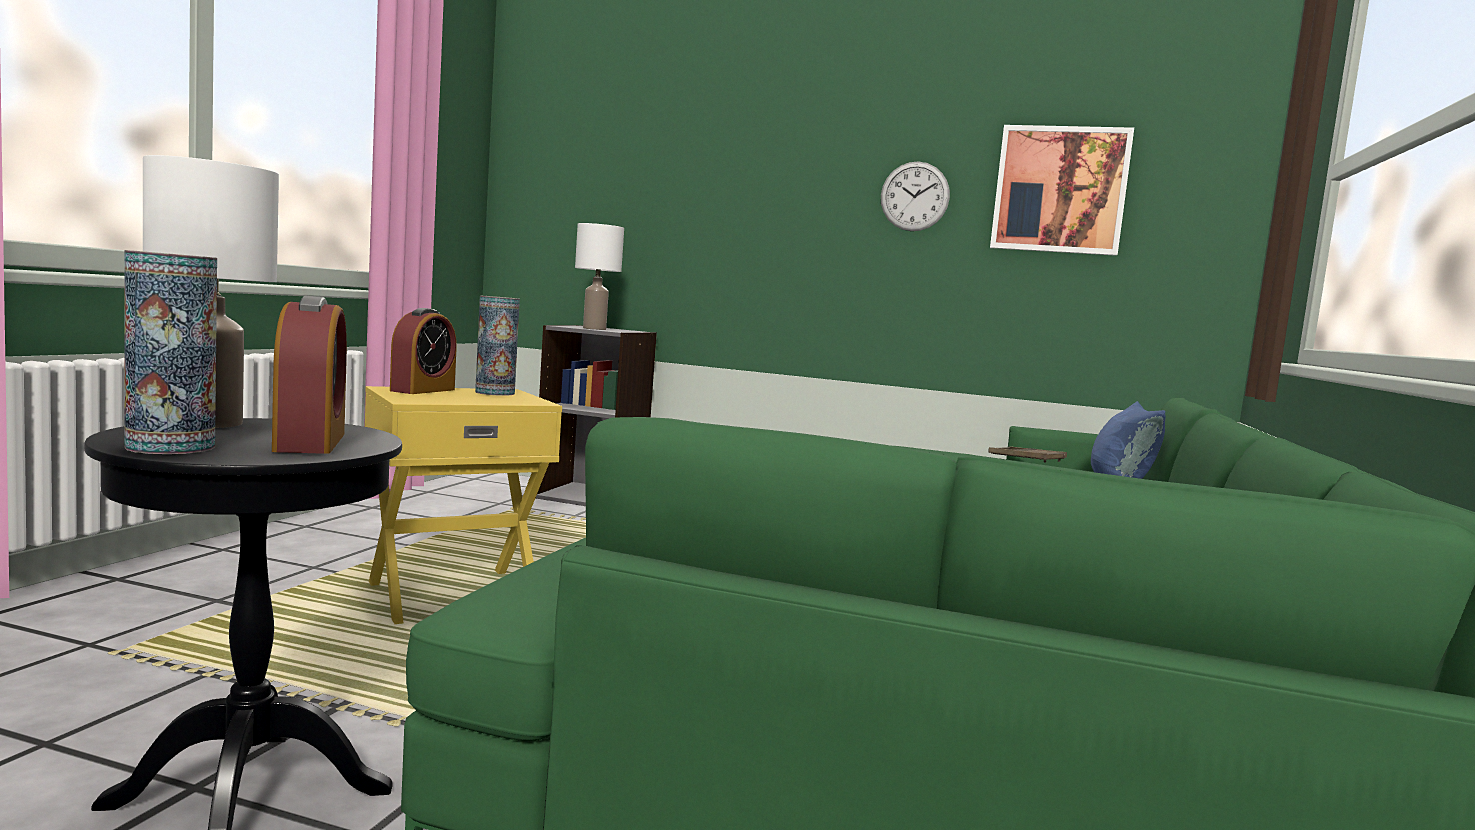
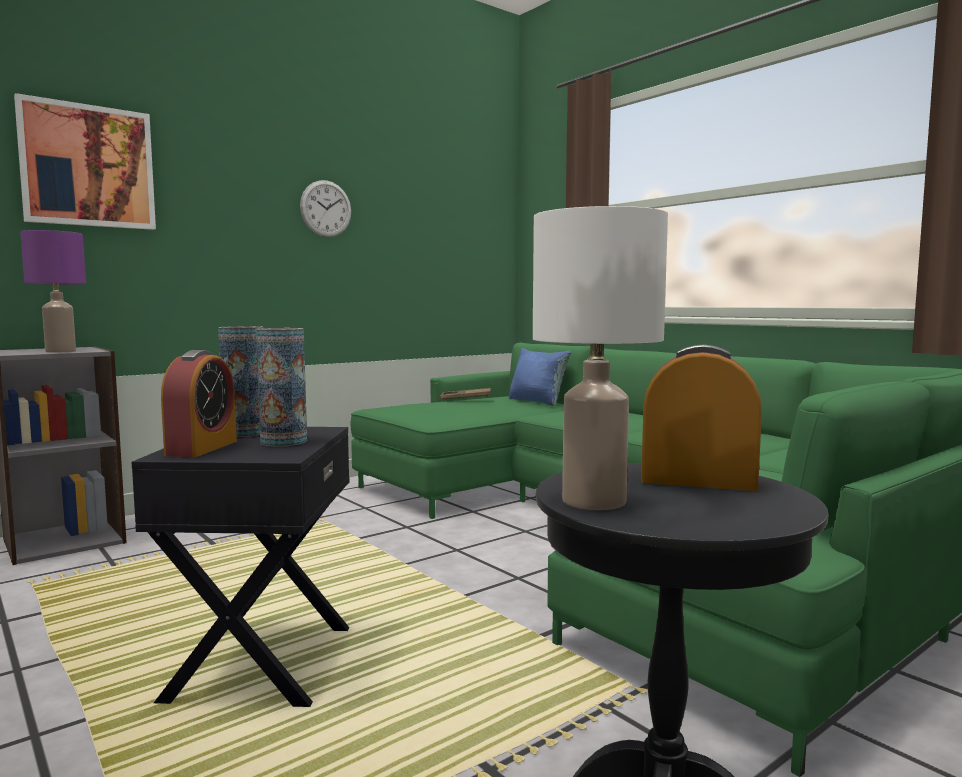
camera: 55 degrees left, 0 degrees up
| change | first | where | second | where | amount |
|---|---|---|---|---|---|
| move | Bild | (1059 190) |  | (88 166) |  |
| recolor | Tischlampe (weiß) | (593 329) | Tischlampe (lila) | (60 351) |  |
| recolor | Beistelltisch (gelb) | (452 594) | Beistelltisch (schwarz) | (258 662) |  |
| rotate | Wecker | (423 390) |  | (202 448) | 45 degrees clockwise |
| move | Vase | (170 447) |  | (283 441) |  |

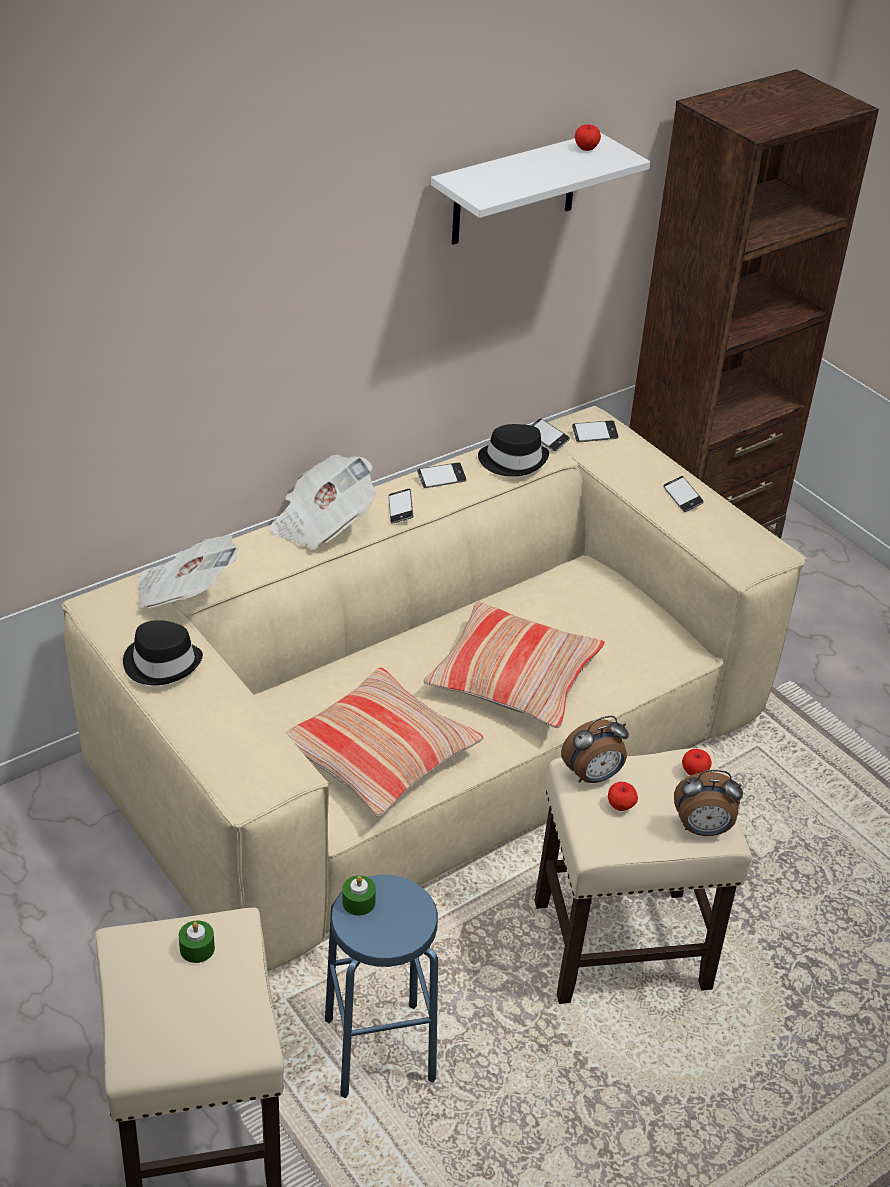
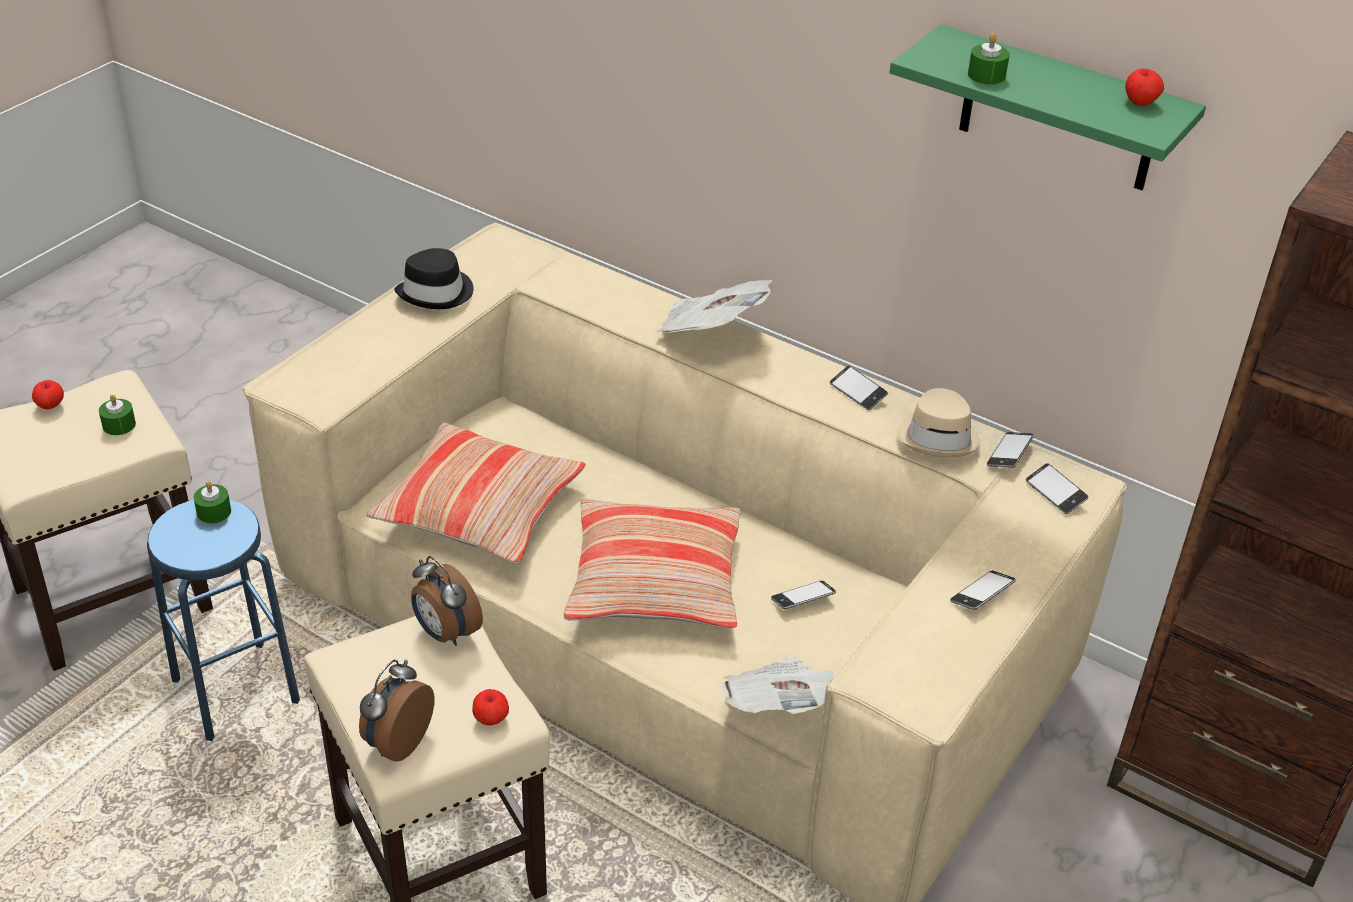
camera: 70 degrees right, 0 degrees up
| change | first | where | second | where | amount |
|---|---|---|---|---|---|
| move | Apfel | (620 806) |  | (50 406) |  |
| rotate | Wecker | (702 829) |  | (396 742) | 45 degrees clockwise |
| move | Zeitung | (185 594) |  | (782 709) |  |
| move | Handy | (400 509) |  | (803 599) |  |
| recolor | Wandregal (weiß) | (514 190) | Wandregal (grün) | (1059 111) |  |
| recolor | Hut (schwarz) | (513 460) | Hut (beige) | (938 437) |  |
| insert |  |  | Kerze (grün) | (986 75) |  |

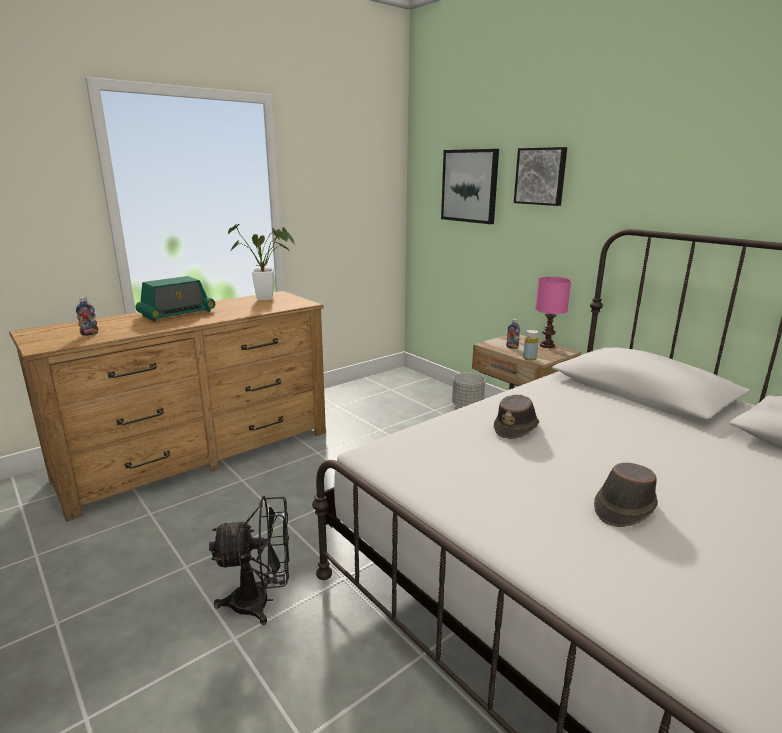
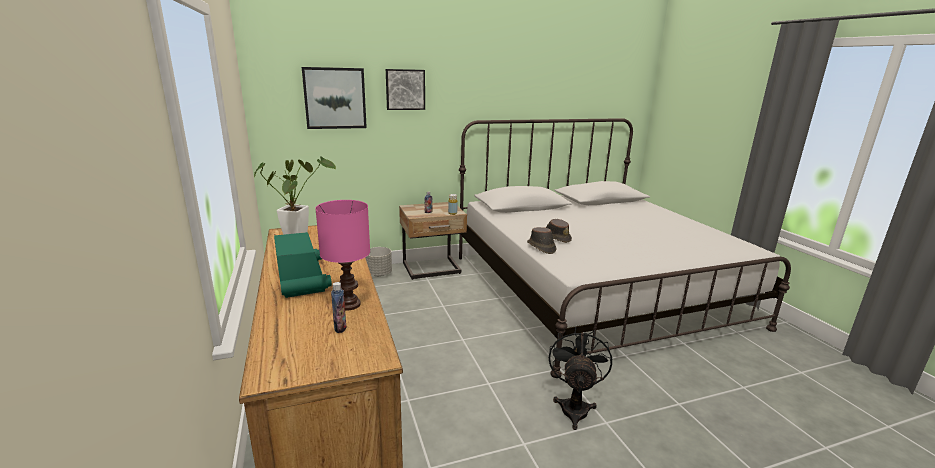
camera: 70 degrees left, 0 degrees up
| change | first | where | second | where | amount |
|---|---|---|---|---|---|
| move | Tischlampe (rosa) | (546 345) |  | (348 305) |  |
| move | Hut (braun) | (623 508) |  | (541 247) |  |

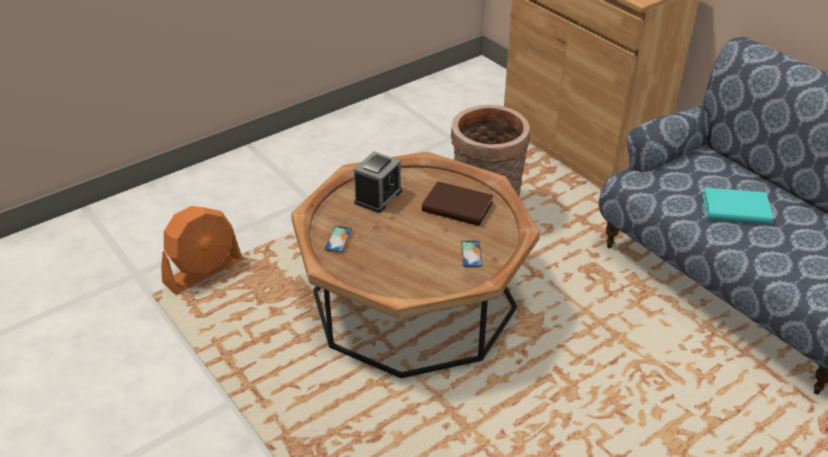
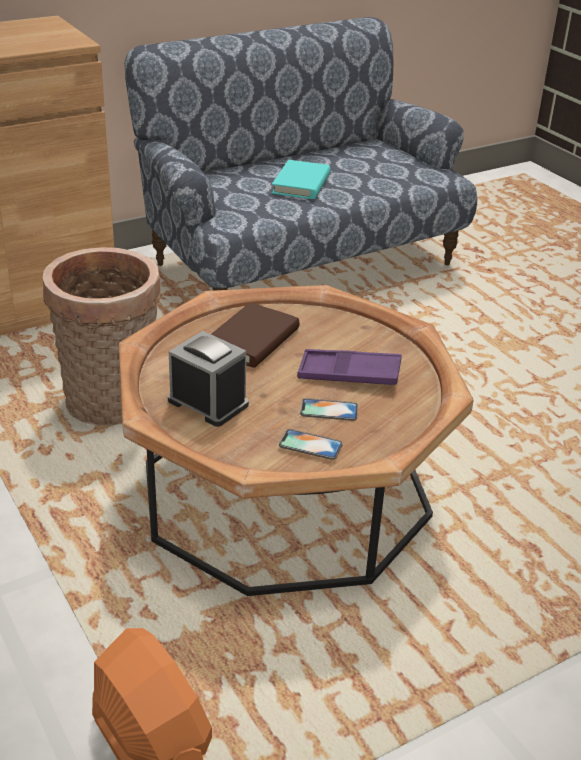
camera: 85 degrees left, 5 degrees down
| change | first | where | second | where | amount |
|---|---|---|---|---|---|
| insert |  |  | Tablett (lila) | (349 374) |  |
| move | Handy | (471 254) |  | (329 410) |  |

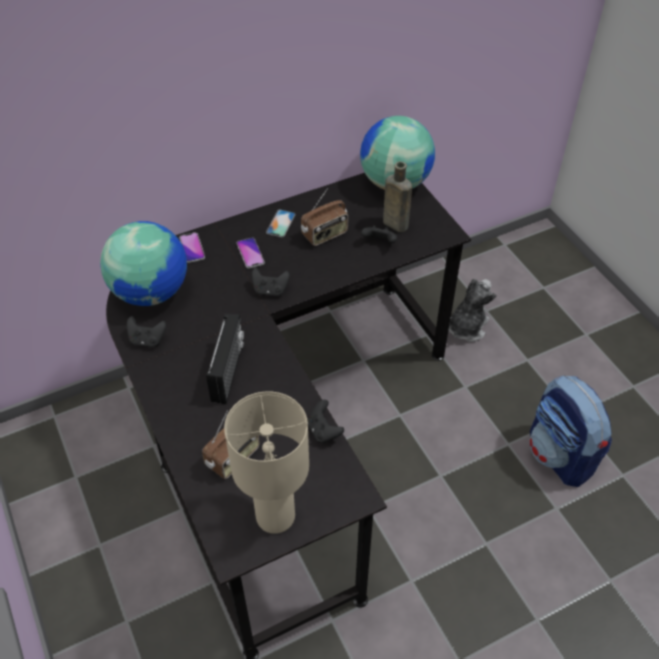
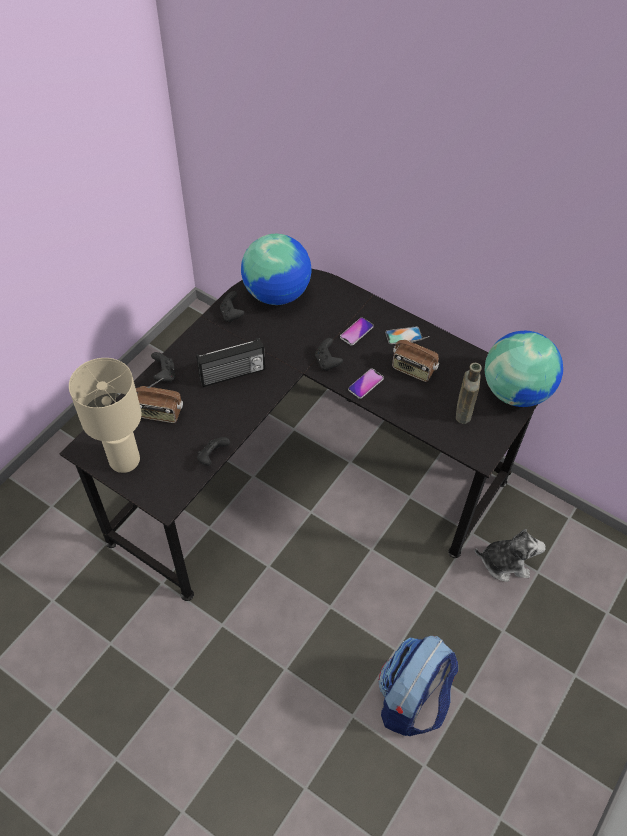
camera: 60 degrees right, 5 degrees up
| change | first | where | second | where | amount |
|---|---|---|---|---|---|
| move | Gamepad (schwarz) | (379 243) |  | (164 375) |  |
| move | Handy | (192 248) |  | (365 384) |  |

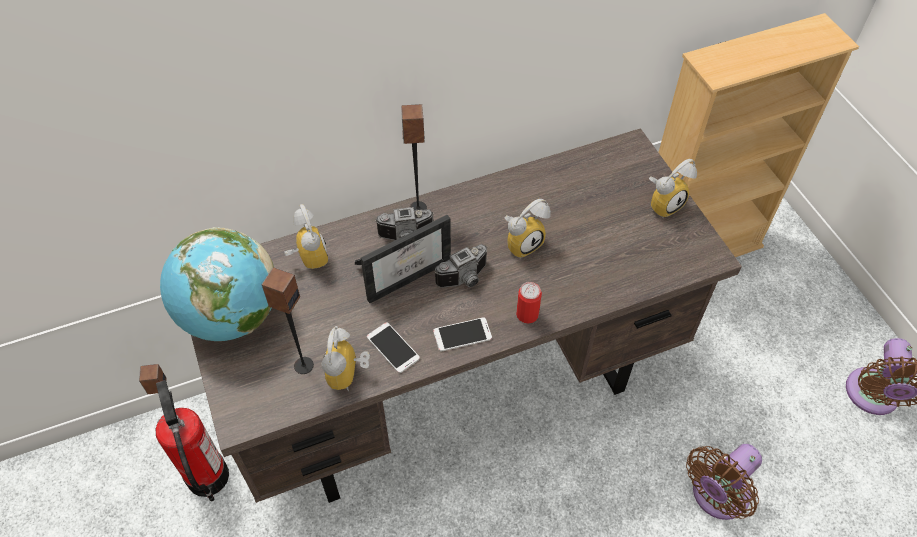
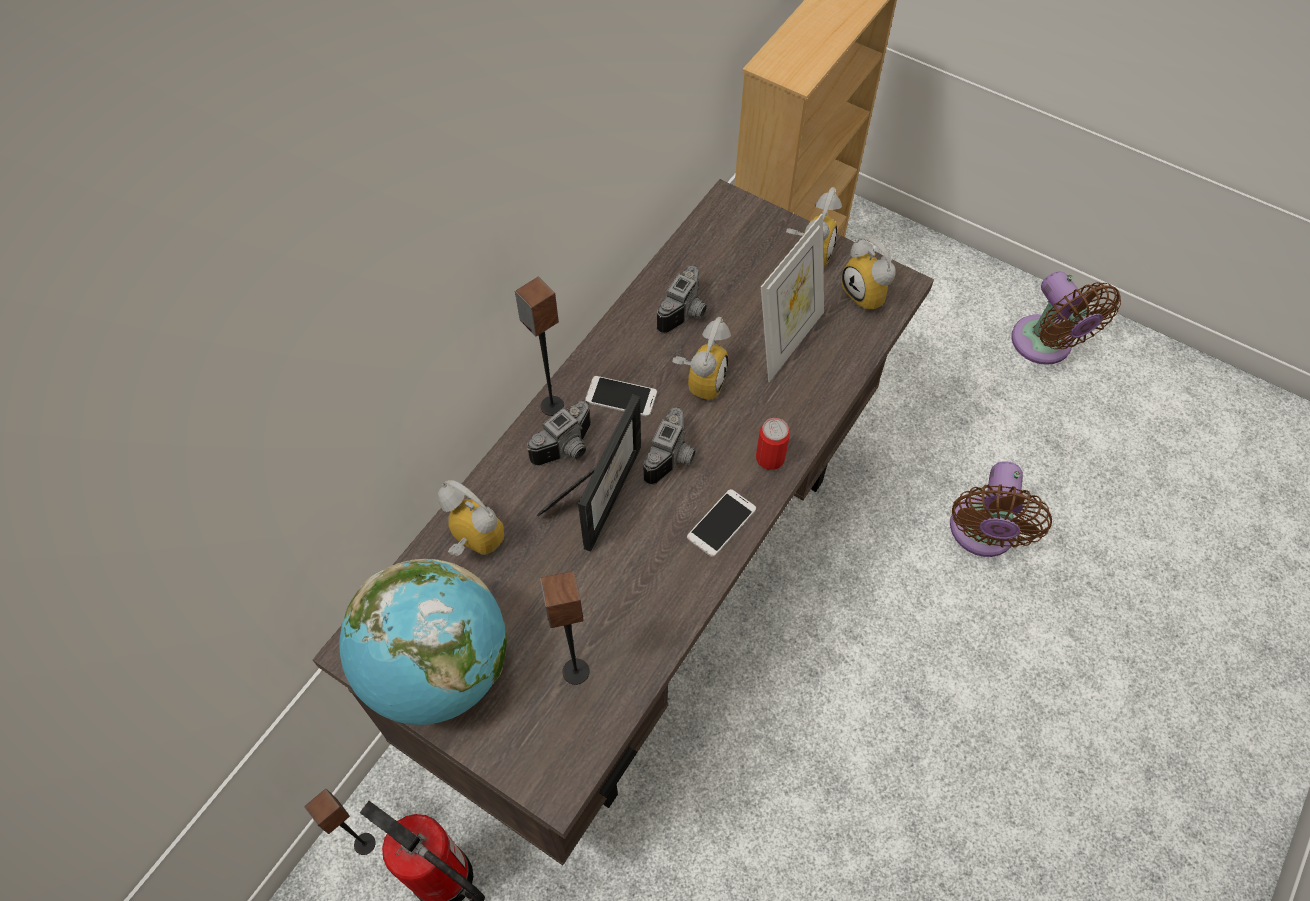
camera: 35 degrees left, 5 degrees up
| change | first | where | second | where | amount |
|---|---|---|---|---|---|
| move | Handy | (393 347) |  | (621 396) |  |
| insert |  |  | Kamera | (687 313) |  |
| insert |  |  | Bilderrahmen | (787 341) |  |
| move | Wecker | (348 375) |  | (869 294) |  |

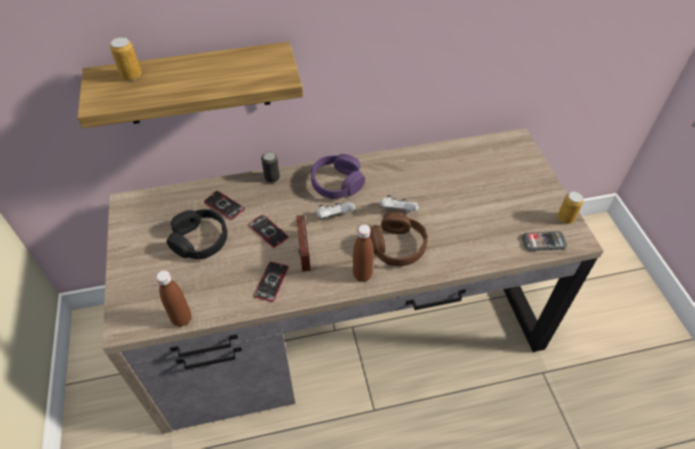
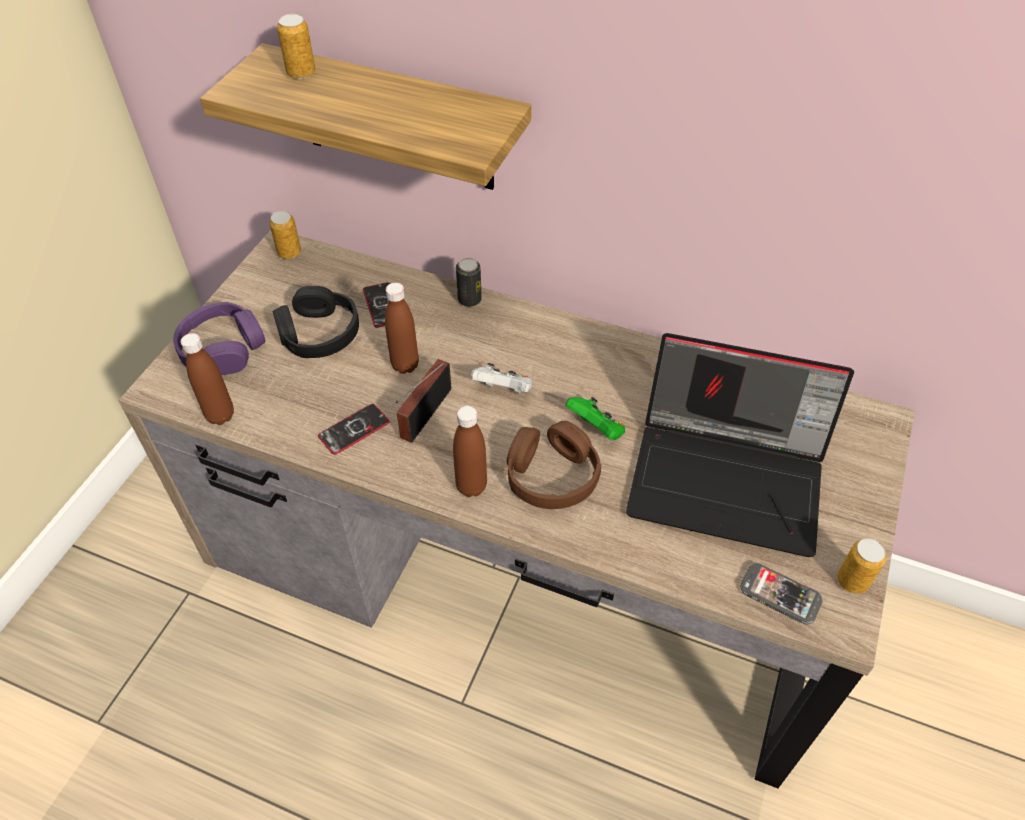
camera: 35 degrees right, 0 degrees up
| change | first | where | second | where | amount |
|---|---|---|---|---|---|
| move | Kopfhörer (lila) | (337 183) |  | (223 348) |  |
| insert |  |  | Dose | (289 253) |  |
| replace | Handy | (268 231) | Flasche (braun) | (405 365) |  |
| recolor | Gamepad (weiß) | (398 211) | Gamepad (grün) | (596 429) |  |
| insert |  |  | Laptop | (729 478) |  |

